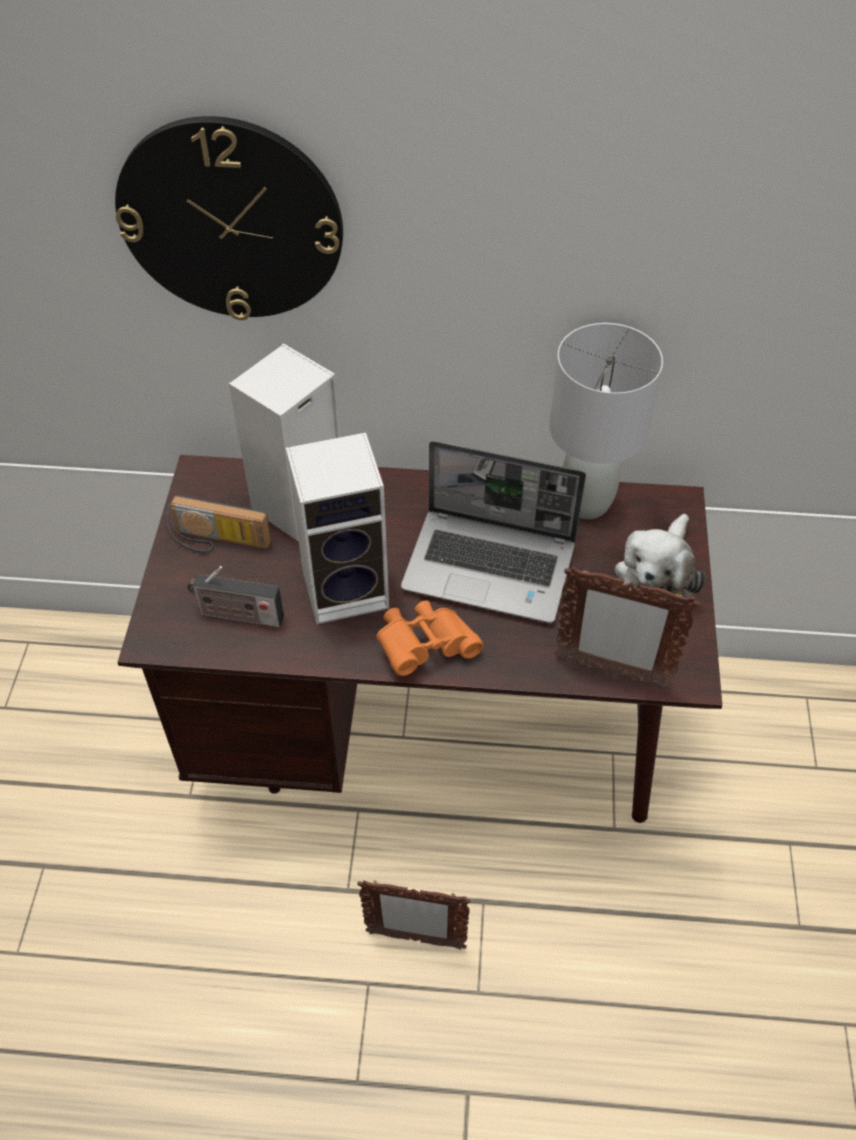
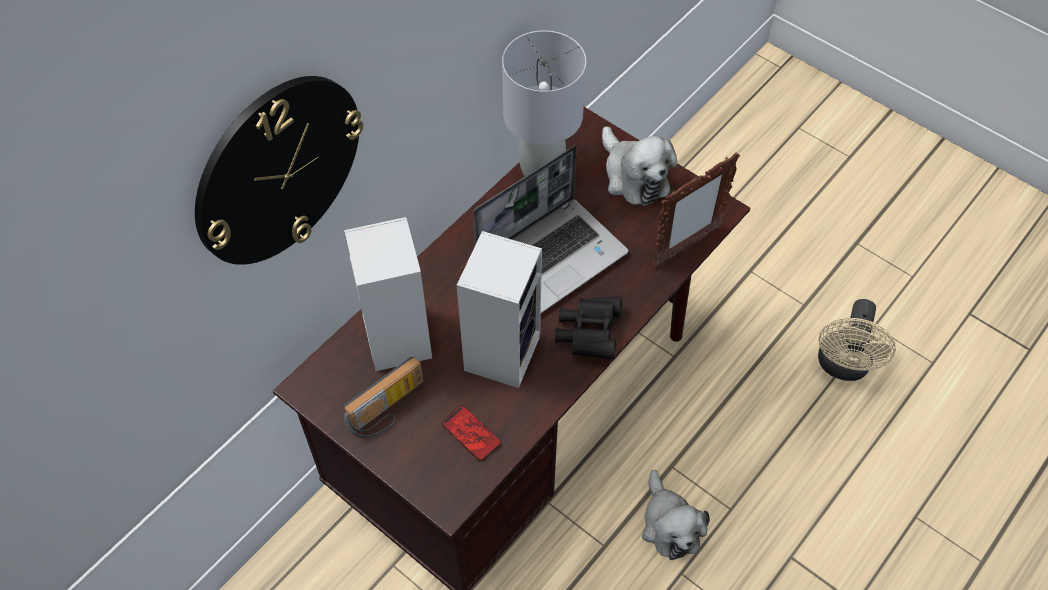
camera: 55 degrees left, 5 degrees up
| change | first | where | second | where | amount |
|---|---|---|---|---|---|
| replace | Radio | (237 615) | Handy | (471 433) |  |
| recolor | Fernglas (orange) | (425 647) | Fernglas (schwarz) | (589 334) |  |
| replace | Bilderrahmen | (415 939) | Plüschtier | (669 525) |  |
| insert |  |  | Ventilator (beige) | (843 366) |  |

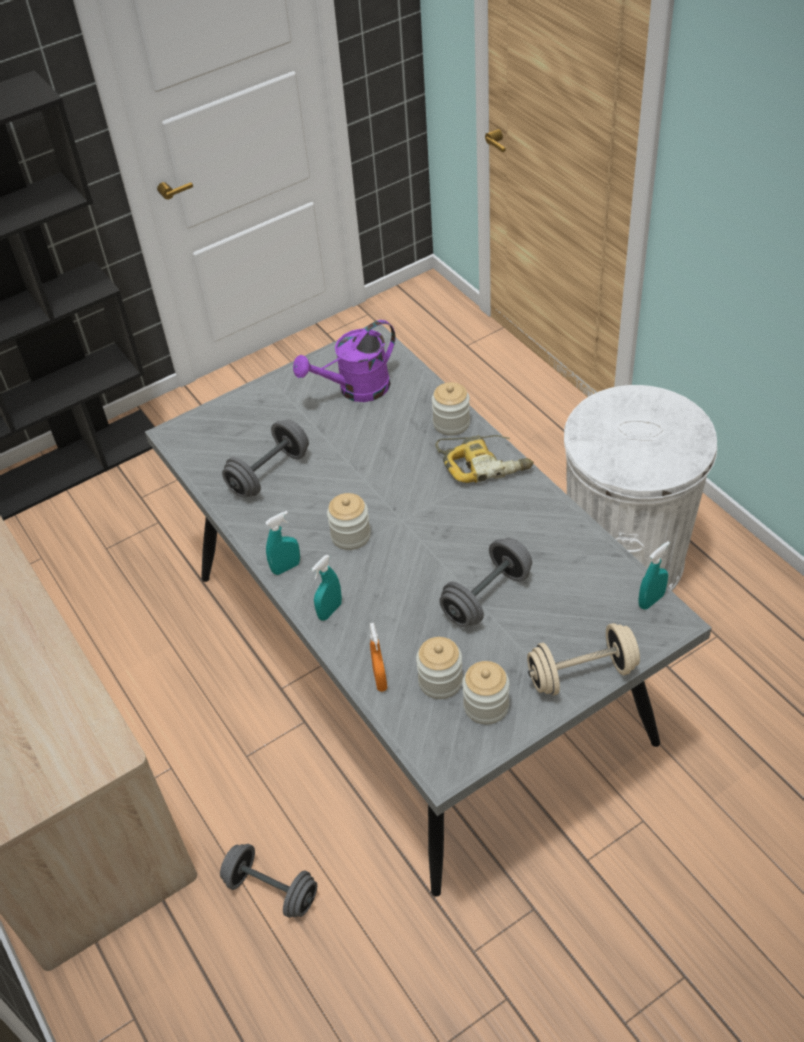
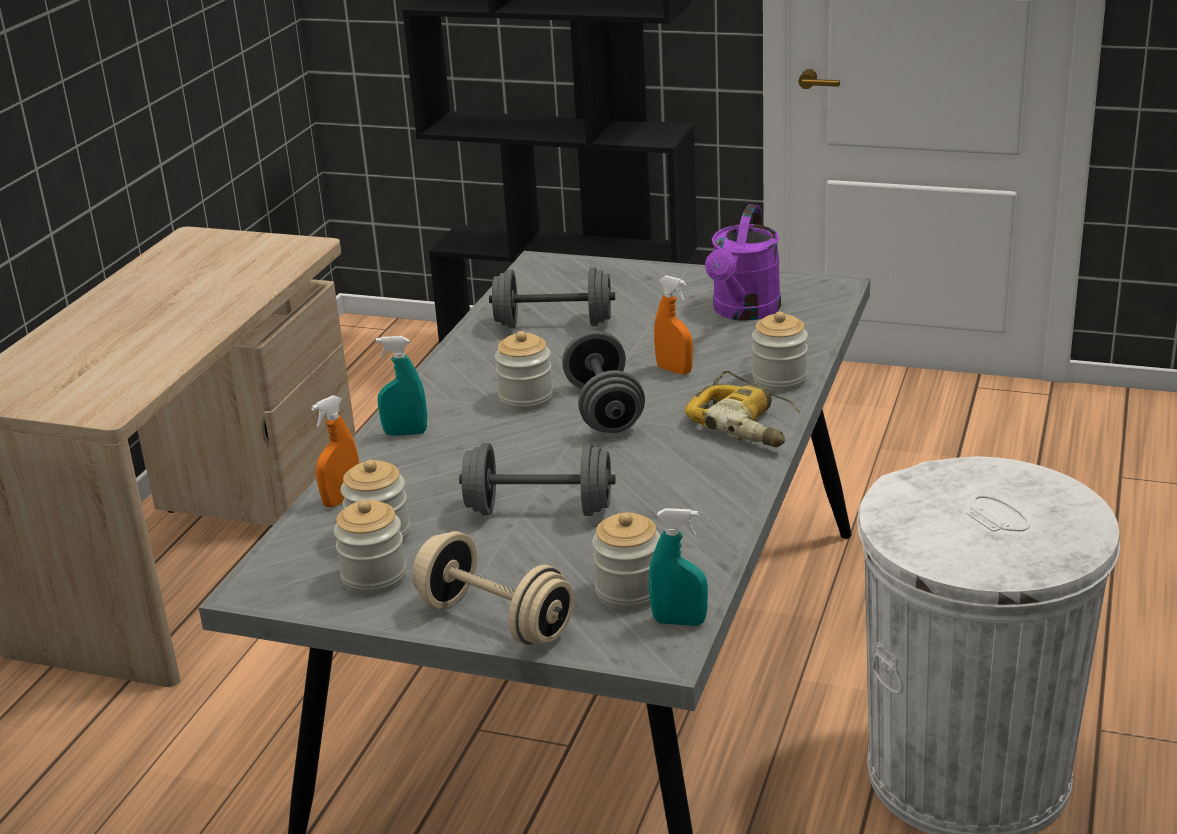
camera: 50 degrees right, 20 degrees down
| change | first | where | second | where | amount |
|---|---|---|---|---|---|
| move | Hantel (grau) | (271 890) |  | (604 409) |  |
| insert |  |  | Vorratsglas | (629 592) |  |
| insert |  |  | Sprühflasche (orange) | (674 370) |  |
| rotate | Gießkanne (lila) | (356 390) |  | (743 312) | 90 degrees counterclockwise |
| delete | Sprühflasche (türkis) | (286 567) |  |  |  |

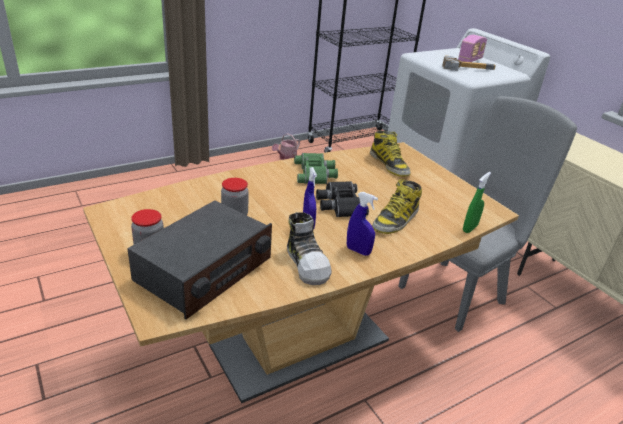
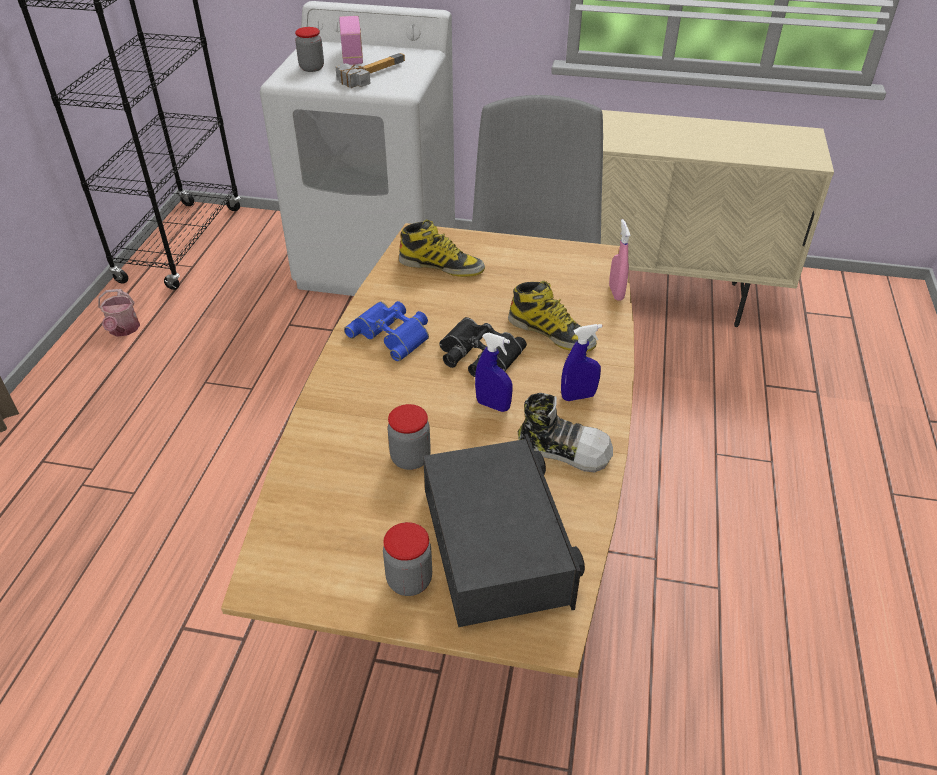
camera: 45 degrees left, 10 degrees up
| change | first | where | second | where | amount |
|---|---|---|---|---|---|
| insert |  |  | Vorratsglas | (312 68) |  |
| recolor | Fernglas (grün) | (316 173) | Fernglas (blau) | (393 334) |  |
| rotate | Stiefel | (396 220) |  | (551 333) | 45 degrees counterclockwise |
| recolor | Sprühflasche (grün) | (470 228) | Sprühflasche (rosa) | (616 293) |  |

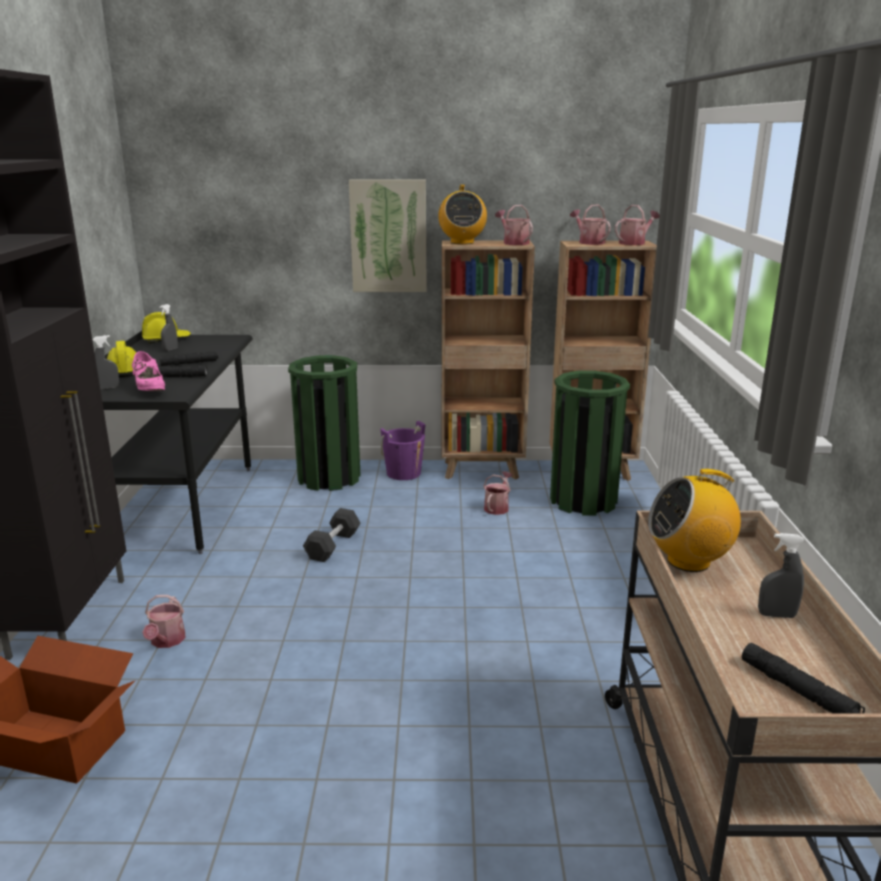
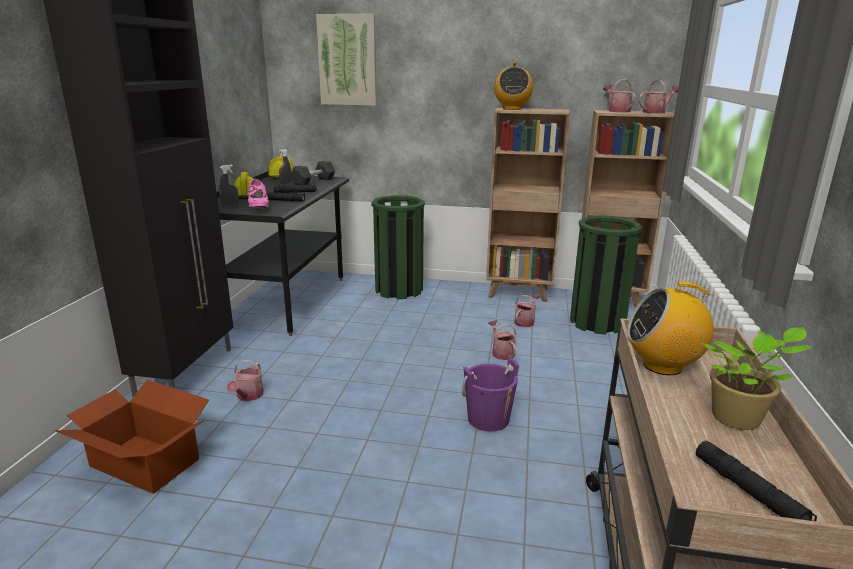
camera: 10 degrees right, 0 degrees up
| change | first | where | second | where | amount |
|---|---|---|---|---|---|
| move | Hantel (schwarz) | (333 545) |  | (313 182) |  |
| move | Bild | (388 236) |  | (348 60) |  |
| move | Eimer (lila) | (403 473) |  | (488 419) |  |
| move | Gießkanne | (514 243) |  | (501 352) |  |
| replace | Sprühflasche (grau) | (776 615) | Topfpflanze | (739 420) |  |

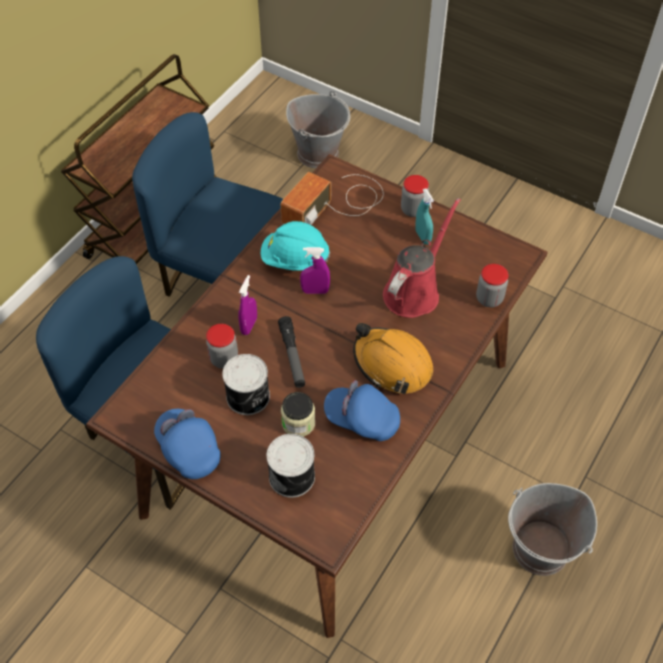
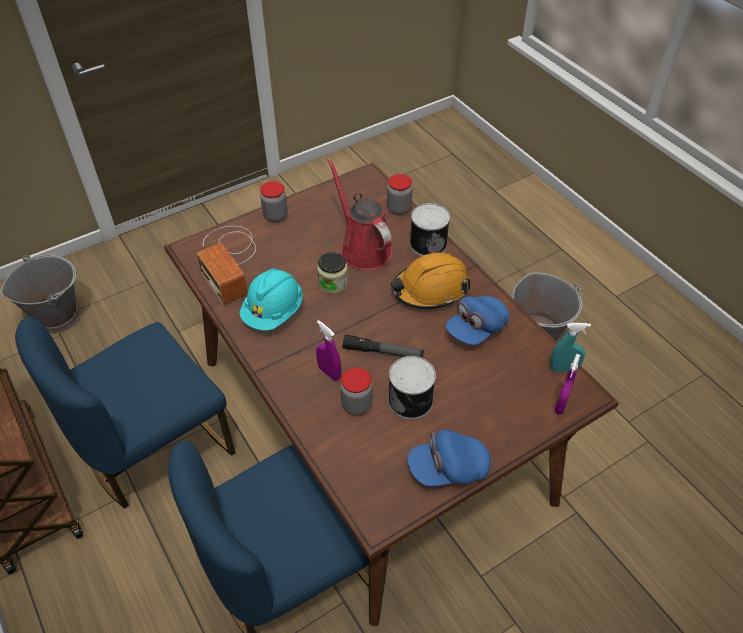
camera: 65 degrees left, 5 degrees down
| change | first | where | second | where | amount |
|---|---|---|---|---|---|
| move | Vorratsglas | (298 423) |  | (333 283) |  |
| move | Dose | (293 476) |  | (428 243) |  |
| move | Sprühflasche (türkis) | (423 237) |  | (563 369) |  |
| move | Sprühflasche (lila) | (315 291) |  | (561 404) |  |

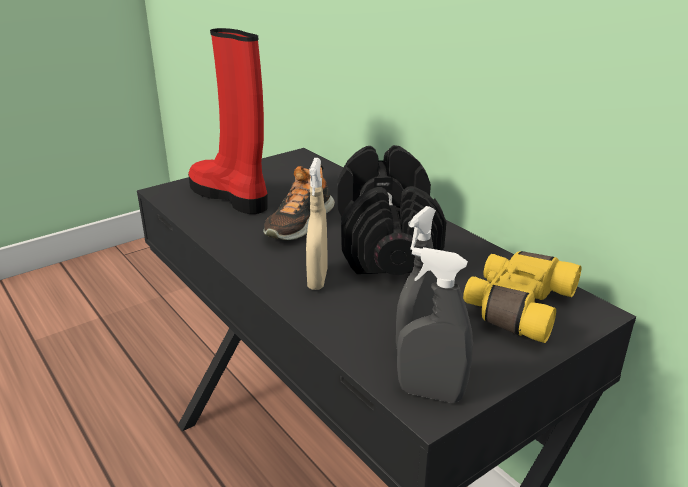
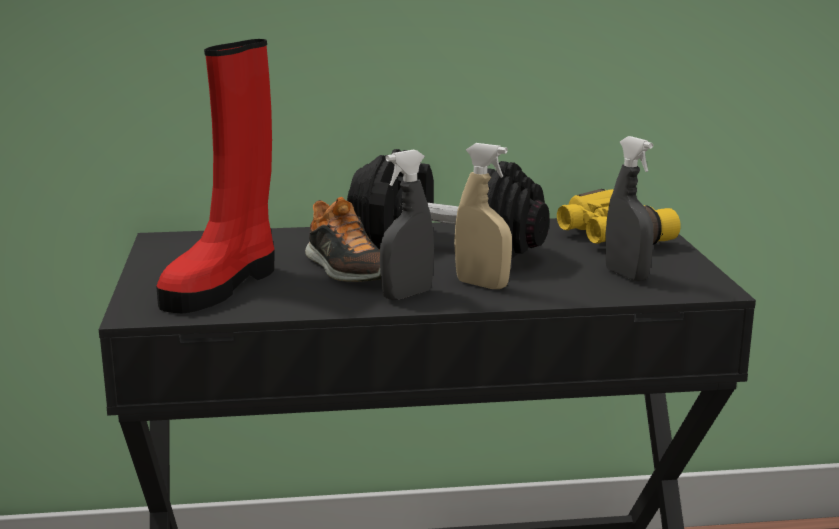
camera: 60 degrees left, 10 degrees down
| change | first | where | second | where | amount |
|---|---|---|---|---|---|
| rotate | Stiefel (rot) | (231 197) |  | (223 285) | 45 degrees counterclockwise |
| move | Sprühflasche (grau) | (430 393) |  | (407 295) |  |

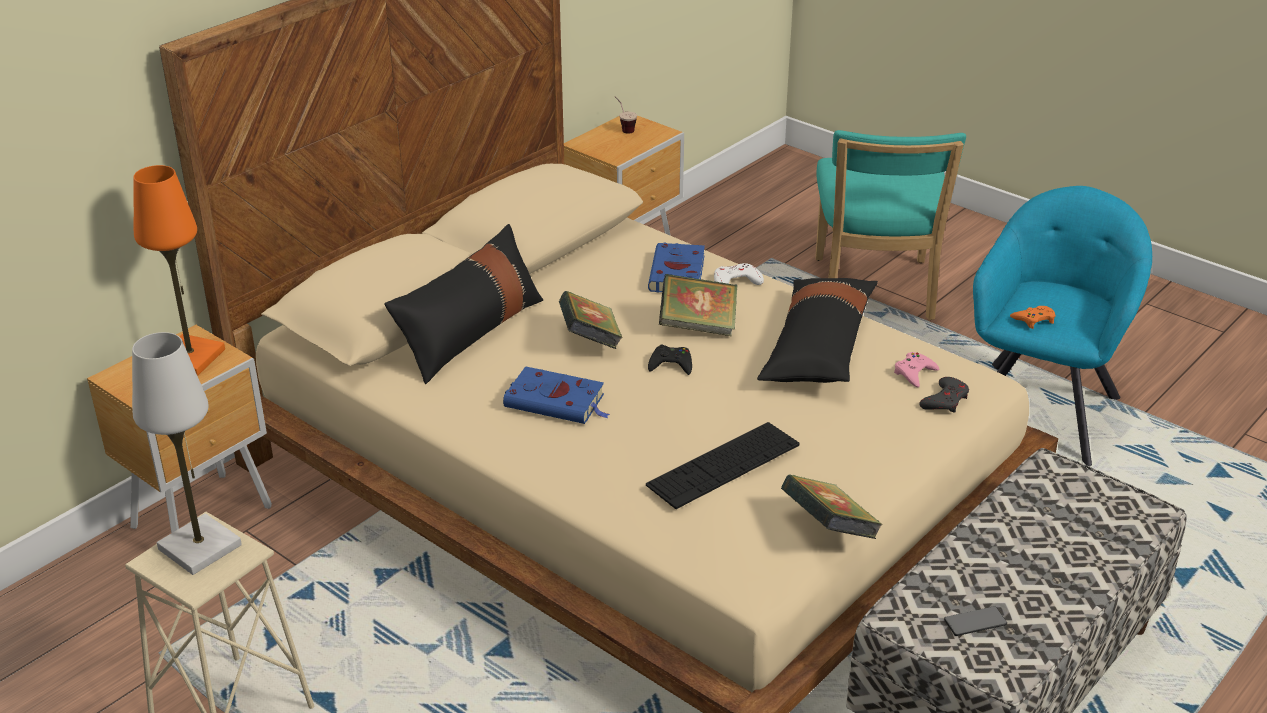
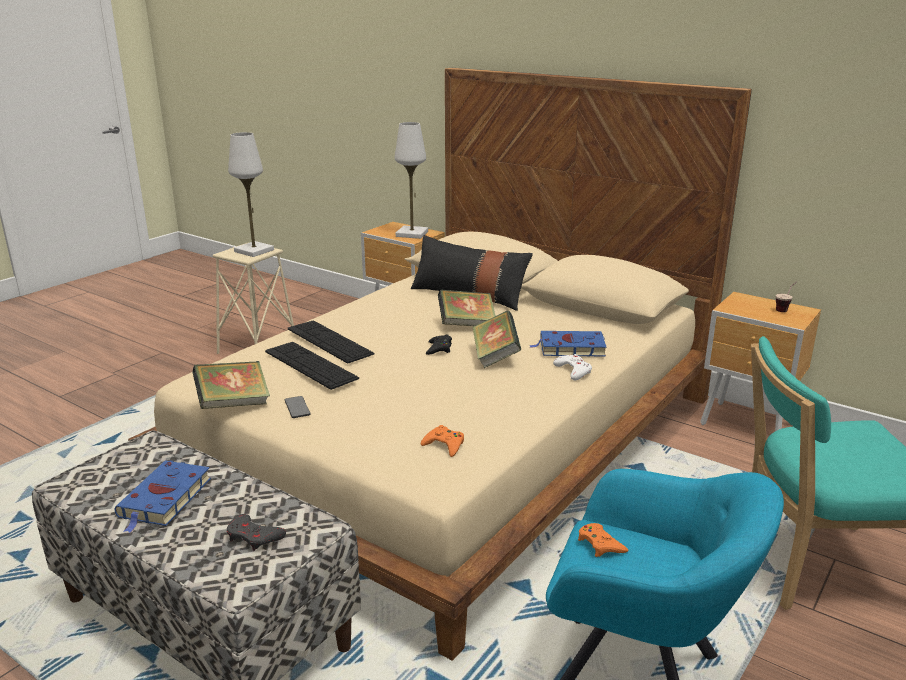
camera: 85 degrees right, 10 degrees down
| change | first | where | second | where | amount |
|---|---|---|---|---|---|
| move | Buch (blau) | (557 402) |  | (164 499) |  |
| move | Gamepad (grau) | (945 400) |  | (254 536) |  |
| move | Handy | (975 622) |  | (297 408) |  |
| insert |  |  | Tastatur | (329 341) |  |
| recolor | Tischlampe (orange) | (190 357) | Tischlampe (weiß) | (412 234) |  |
| recolor | Gamepad (rosa) | (914 373) | Gamepad (orange) | (444 445) |  |
| delete | Kissen (schwarz) | (818 347) |  |  |  |

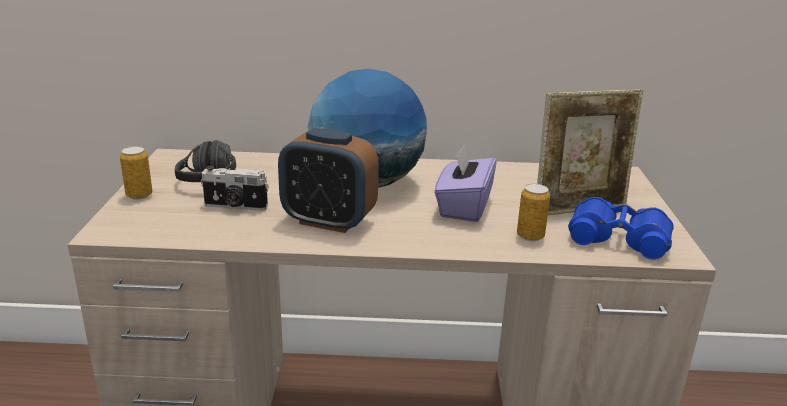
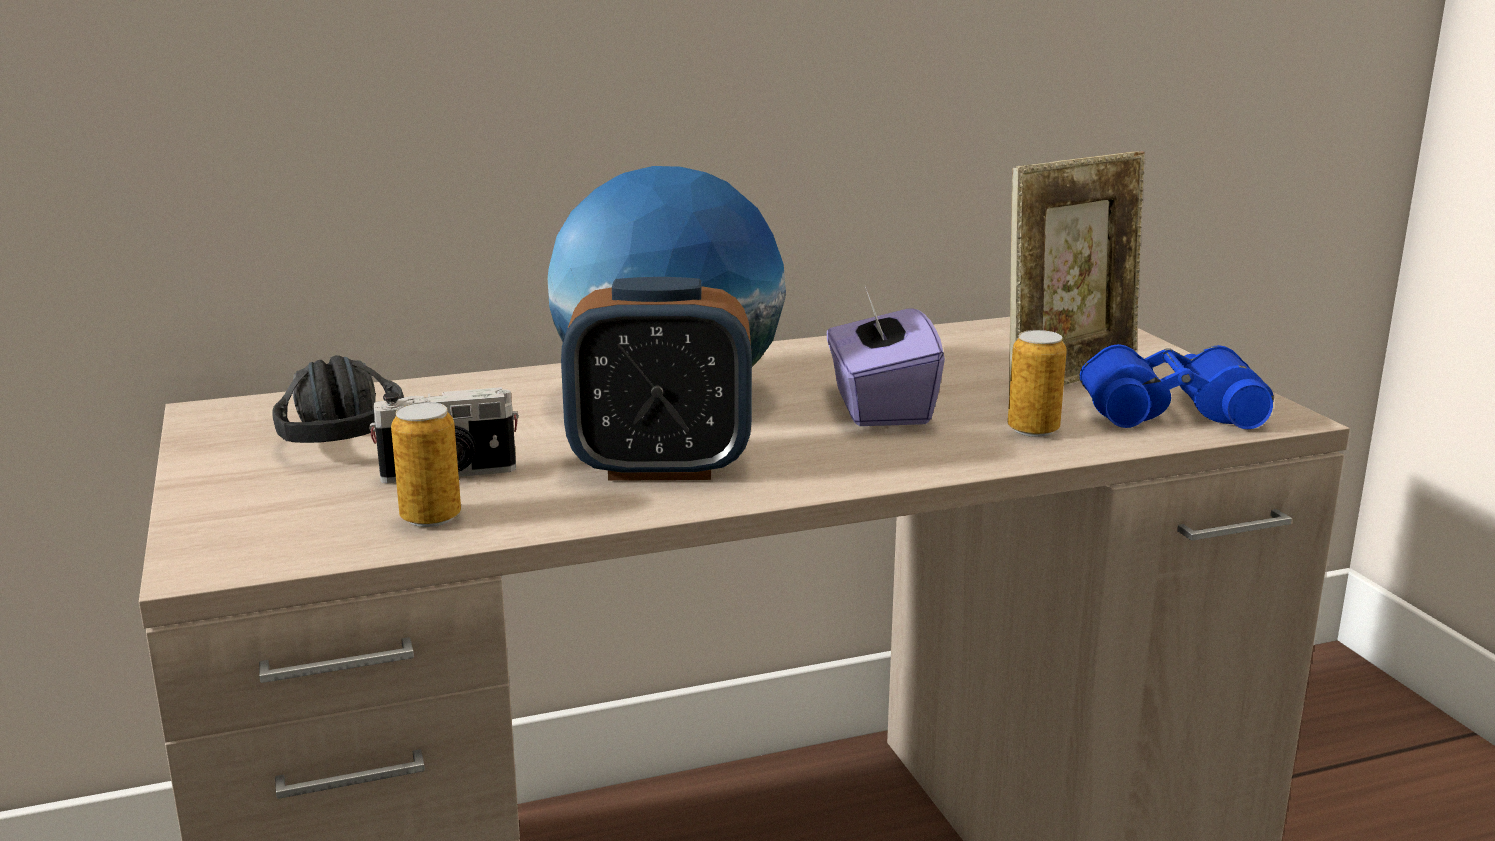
camera: 20 degrees left, 5 degrees down
| change | first | where | second | where | amount |
|---|---|---|---|---|---|
| move | Dose | (139 195) |  | (430 517) |  |

